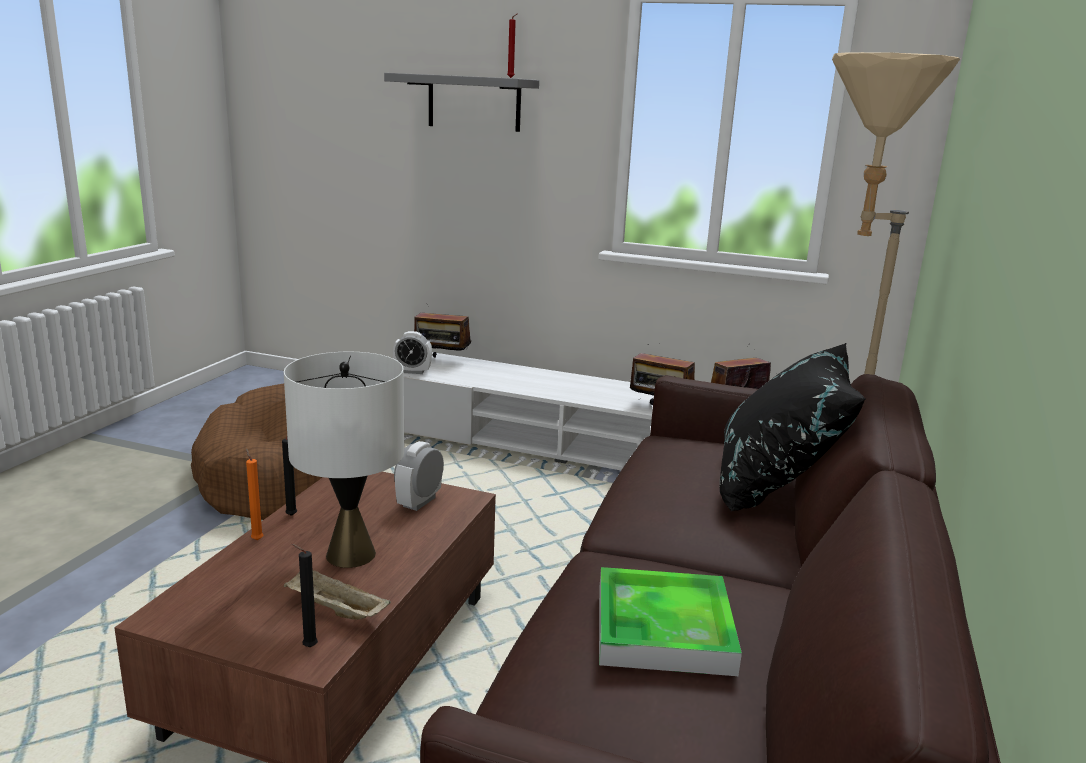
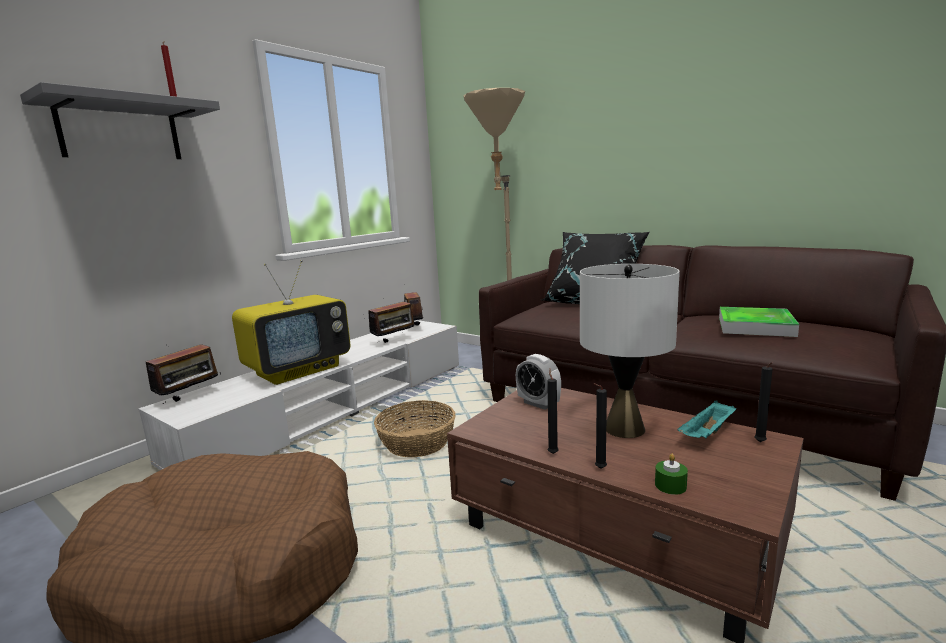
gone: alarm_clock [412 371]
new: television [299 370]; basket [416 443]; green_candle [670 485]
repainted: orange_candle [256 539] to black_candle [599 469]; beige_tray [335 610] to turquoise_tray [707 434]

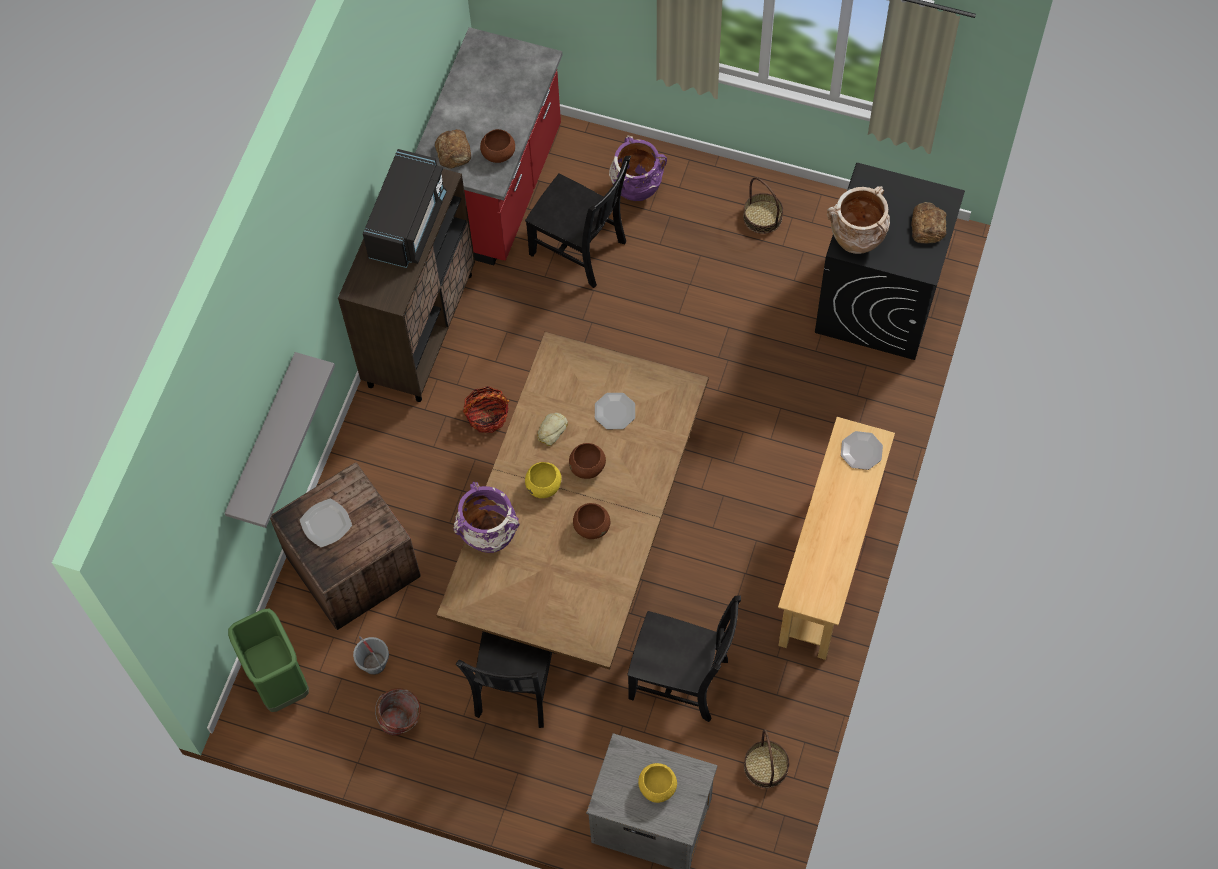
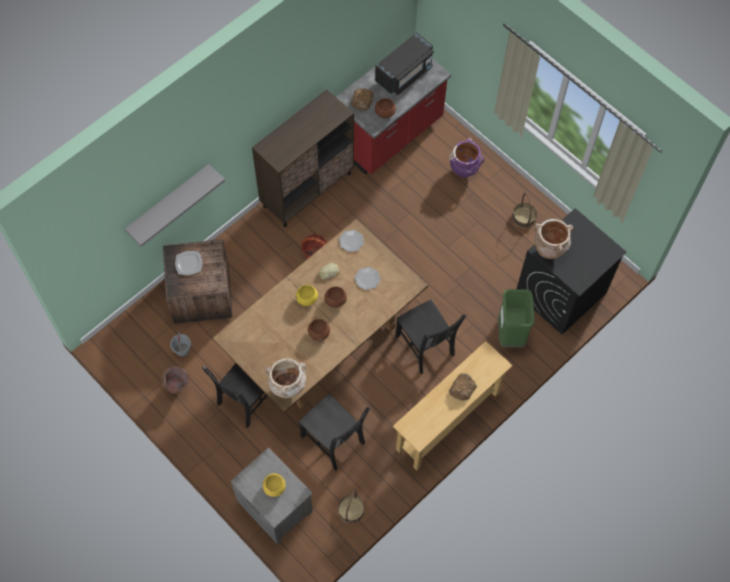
gone: purple_vase [488 537]
new: beige_vase [287 389]
shifted: green_trash_can [280 683] to [510 334]; black_microwave [408 223] to [404 74]; black_chair [580 249] to [425 347]; plate [861 451] to [351 241]; bread [927 226] to [462 388]

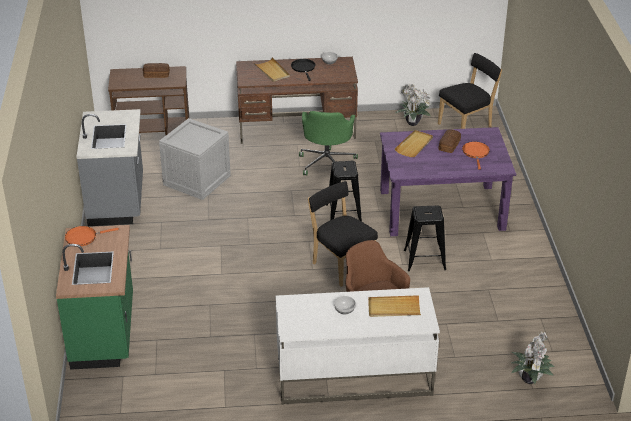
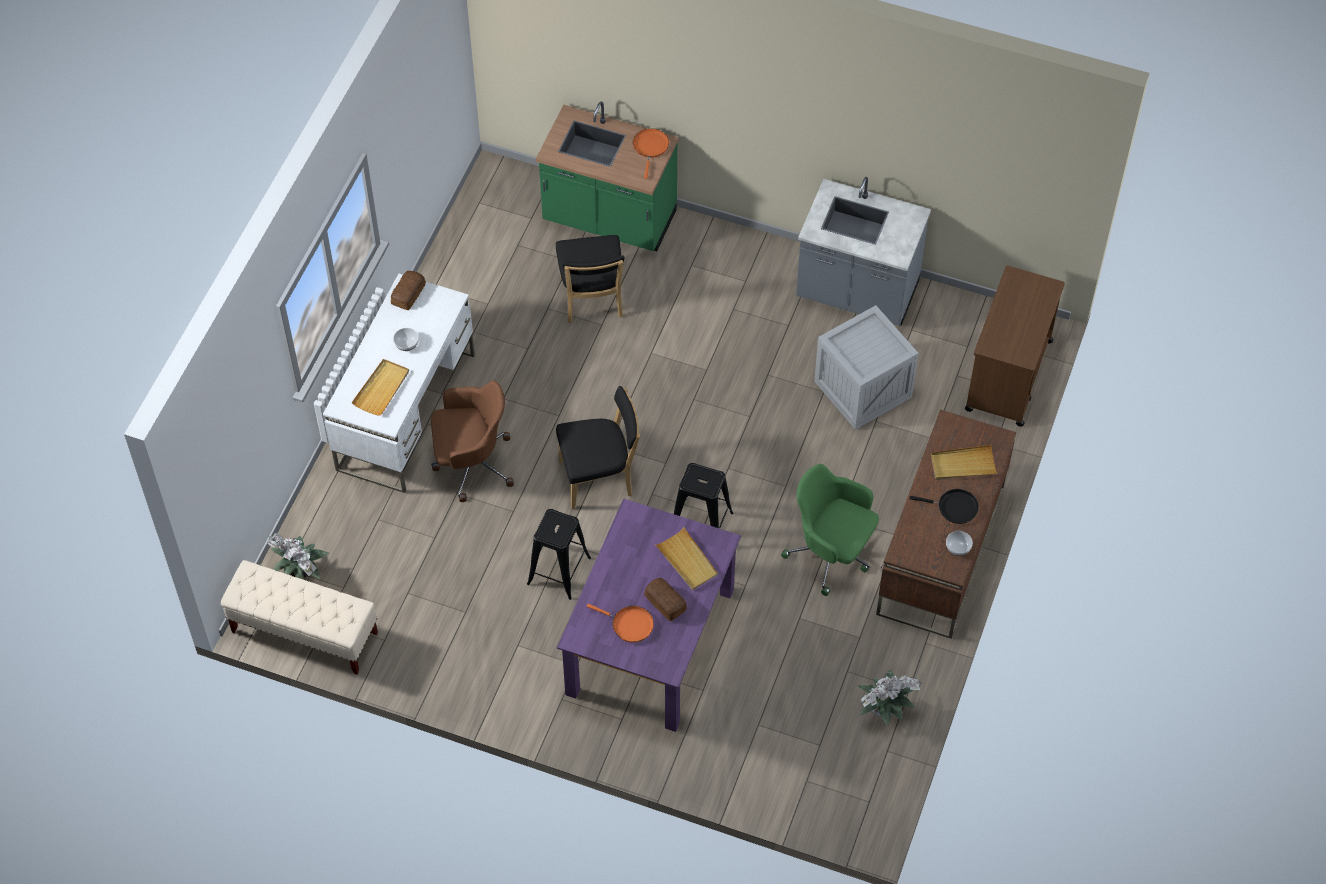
new: beige_bench [304 632]
shifted: bread [157 74] to [407 294]; black_chair [467 126] to [592 300]

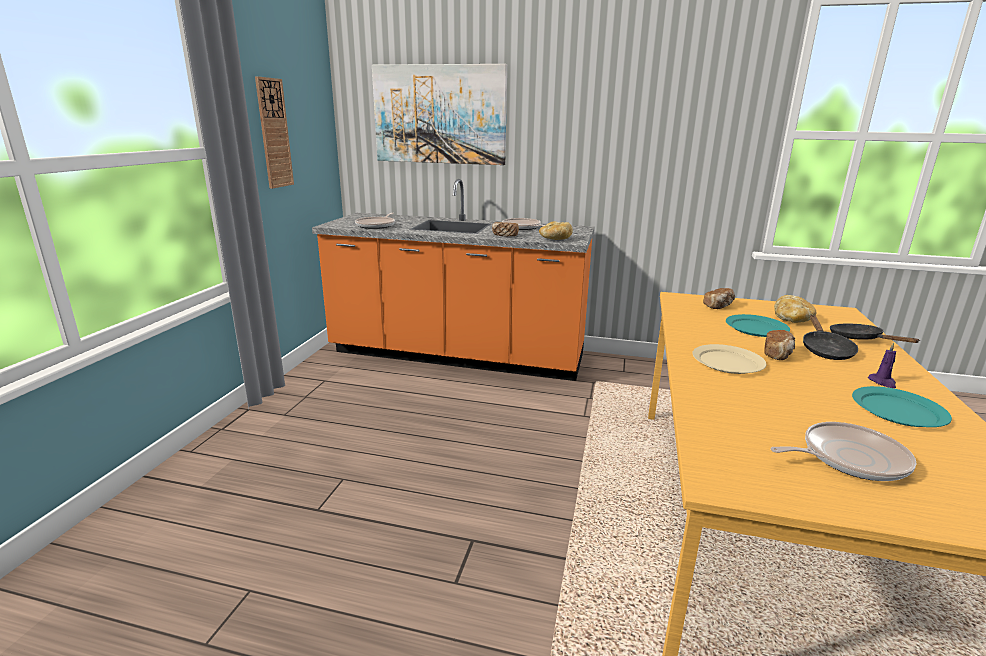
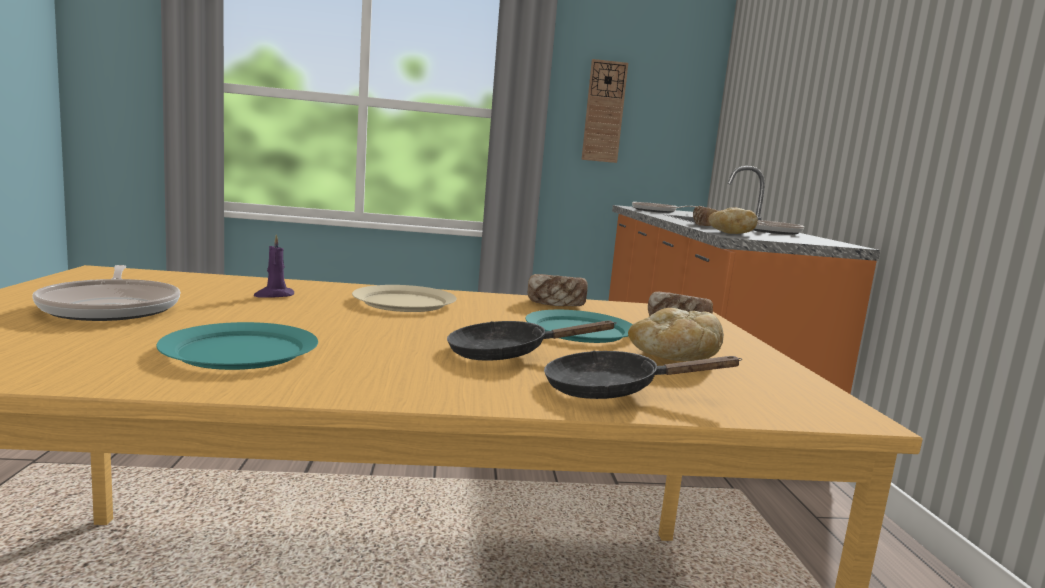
gone: picture [439 115]
shifted: bread [777 354] to [556 304]; purple_candle [882 382] to [273 295]
rotated: black_frying_pan [859 339] = [612 390] 135 degrees counterclockwise

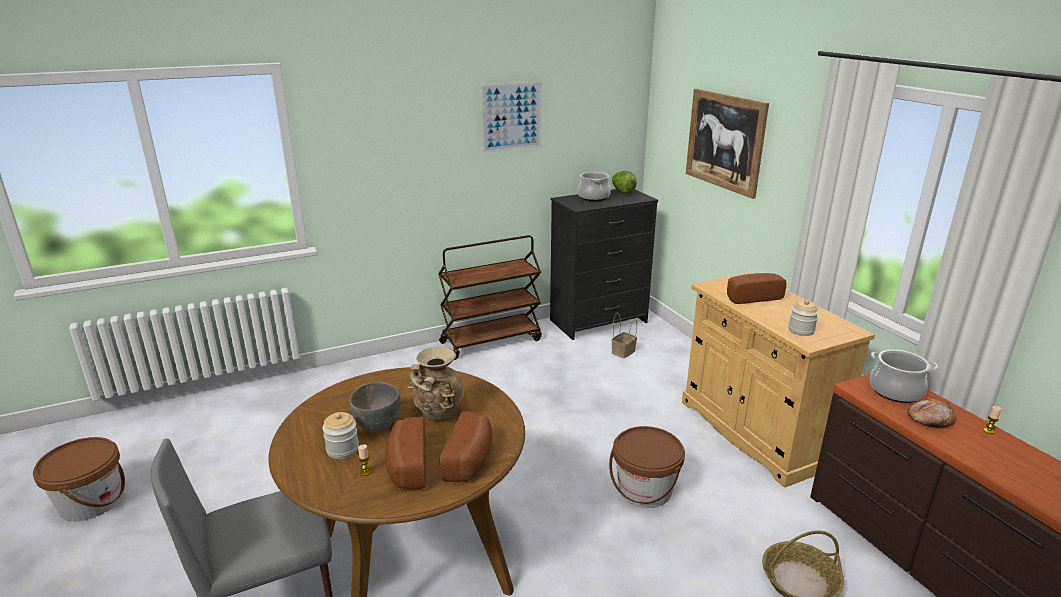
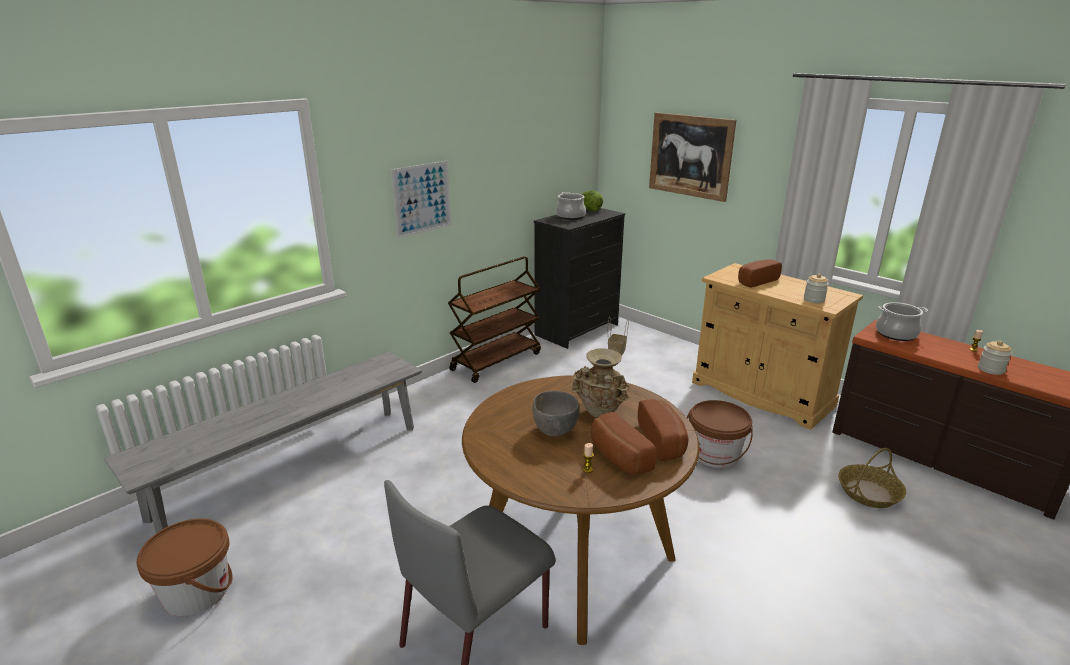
gone: bread [929 419]
new: grey_bench [293 470]
shifted: jar [342 449] to [991 369]; picture [511 116] to [422 198]

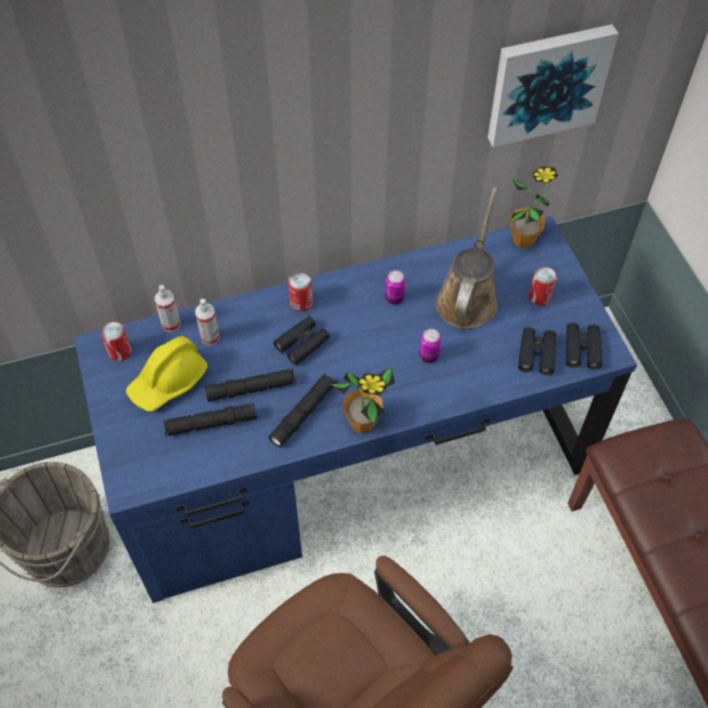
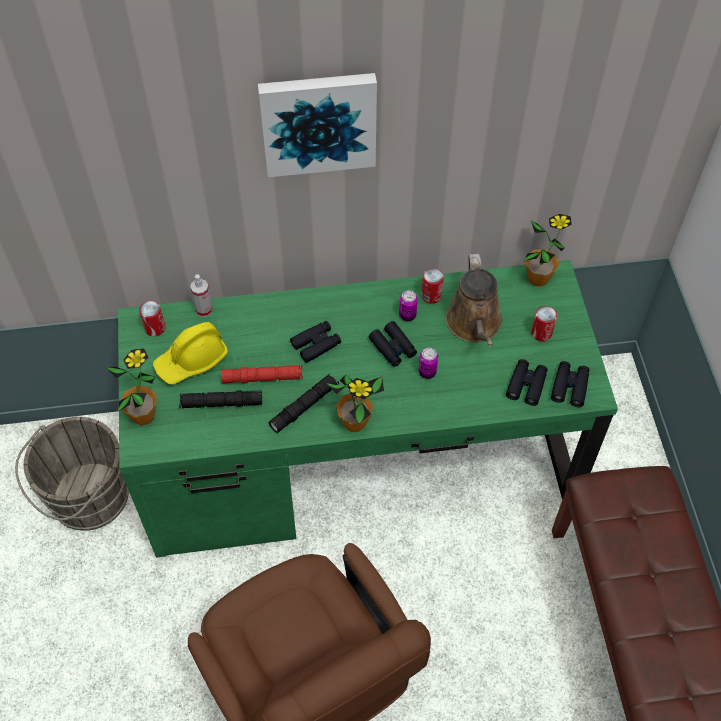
gone: spray_bottle [210 337]
new: potted_plant [143 416]; black_binoculars [393 348]
shifted: can [301 303] to [431 295]; picture [547 83] to [318 122]
repainted: blue_desk [352 460] to green_desk [359 459]; black_flashlight [251 389] to red_flashlight [262 378]
rotated: brown_watering_can [468 298] = [474 325] 150 degrees clockwise

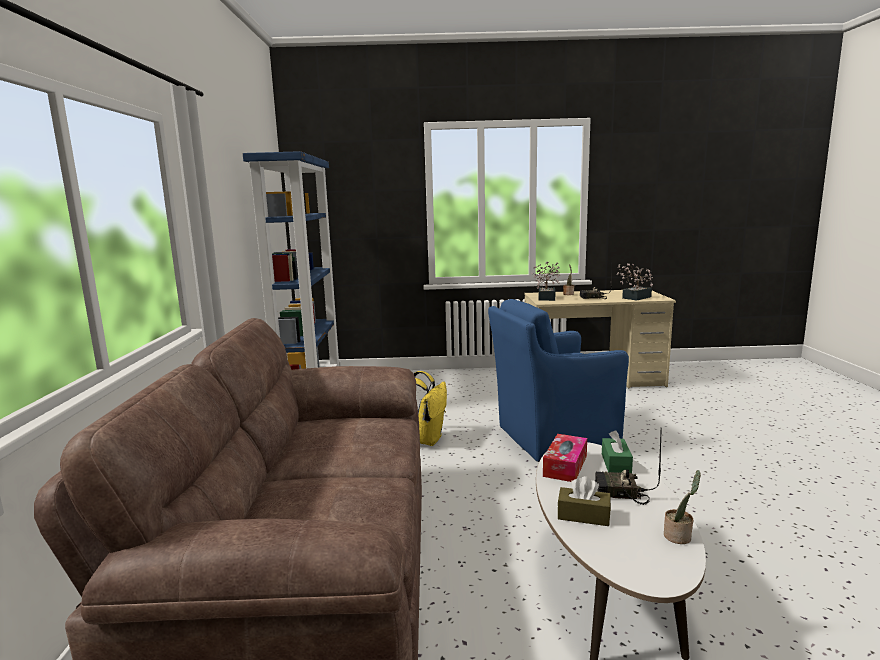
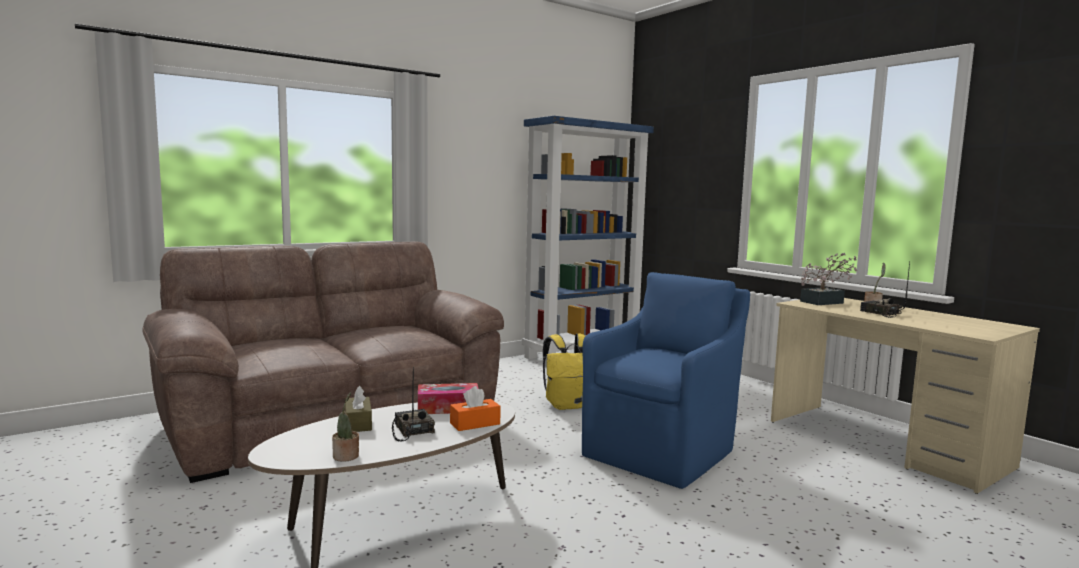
gone: potted_plant [634 298]
repainted: green_tissue_box [616 463] to orange_tissue_box [475 423]
rotated: blue_armchair [553 437] = [661 452] 90 degrees clockwise

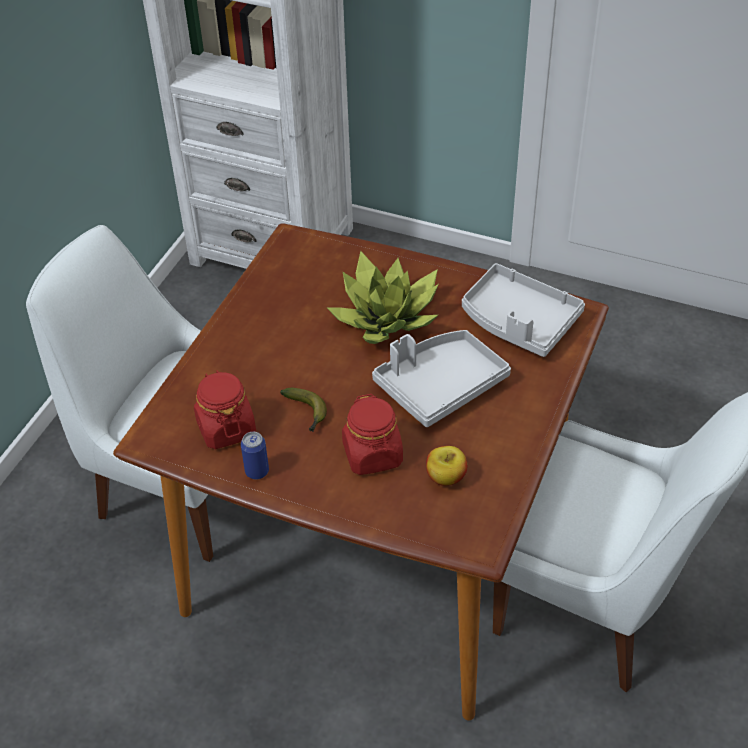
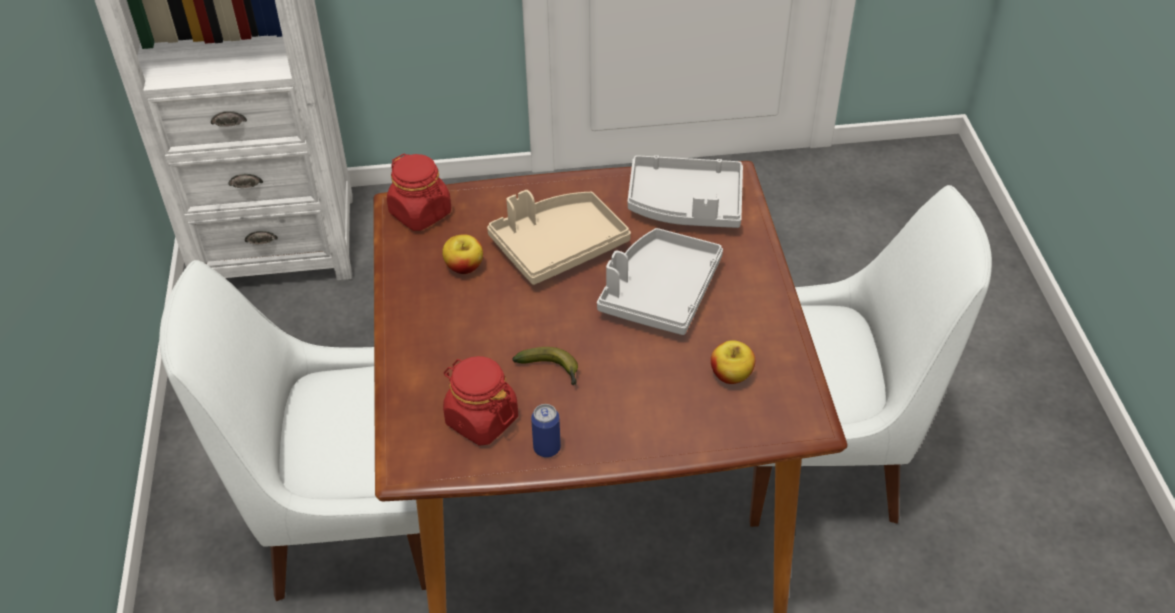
new: apple [464 267]
shifted: red_jar [373 455] to [421 213]
swapped: potted_plant [387 316] to beige_tray [558 246]

